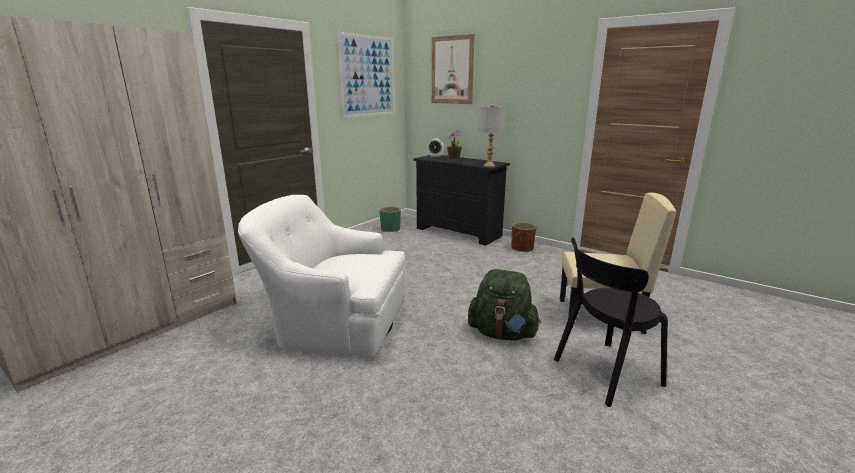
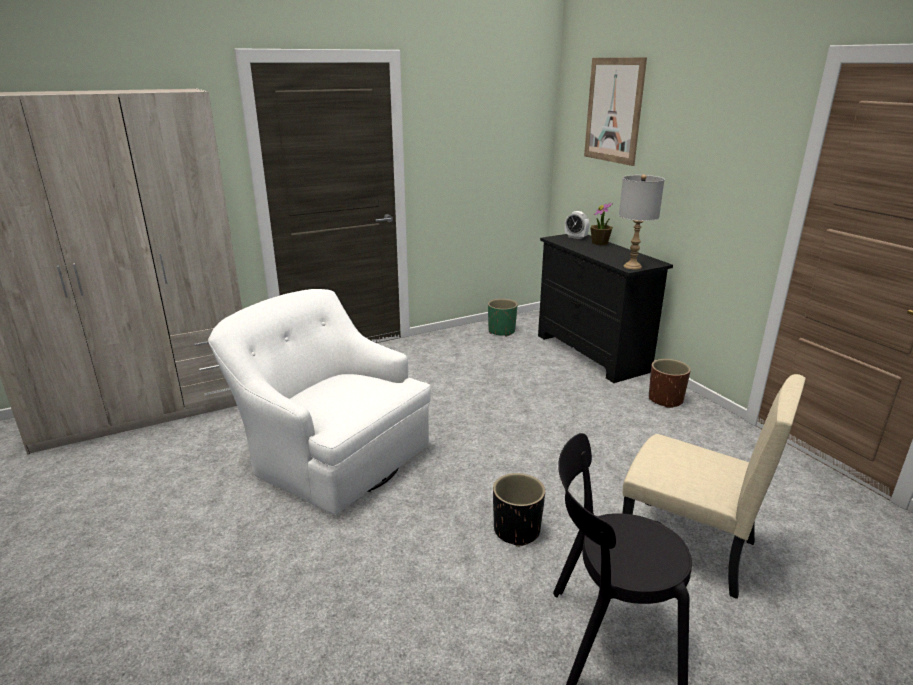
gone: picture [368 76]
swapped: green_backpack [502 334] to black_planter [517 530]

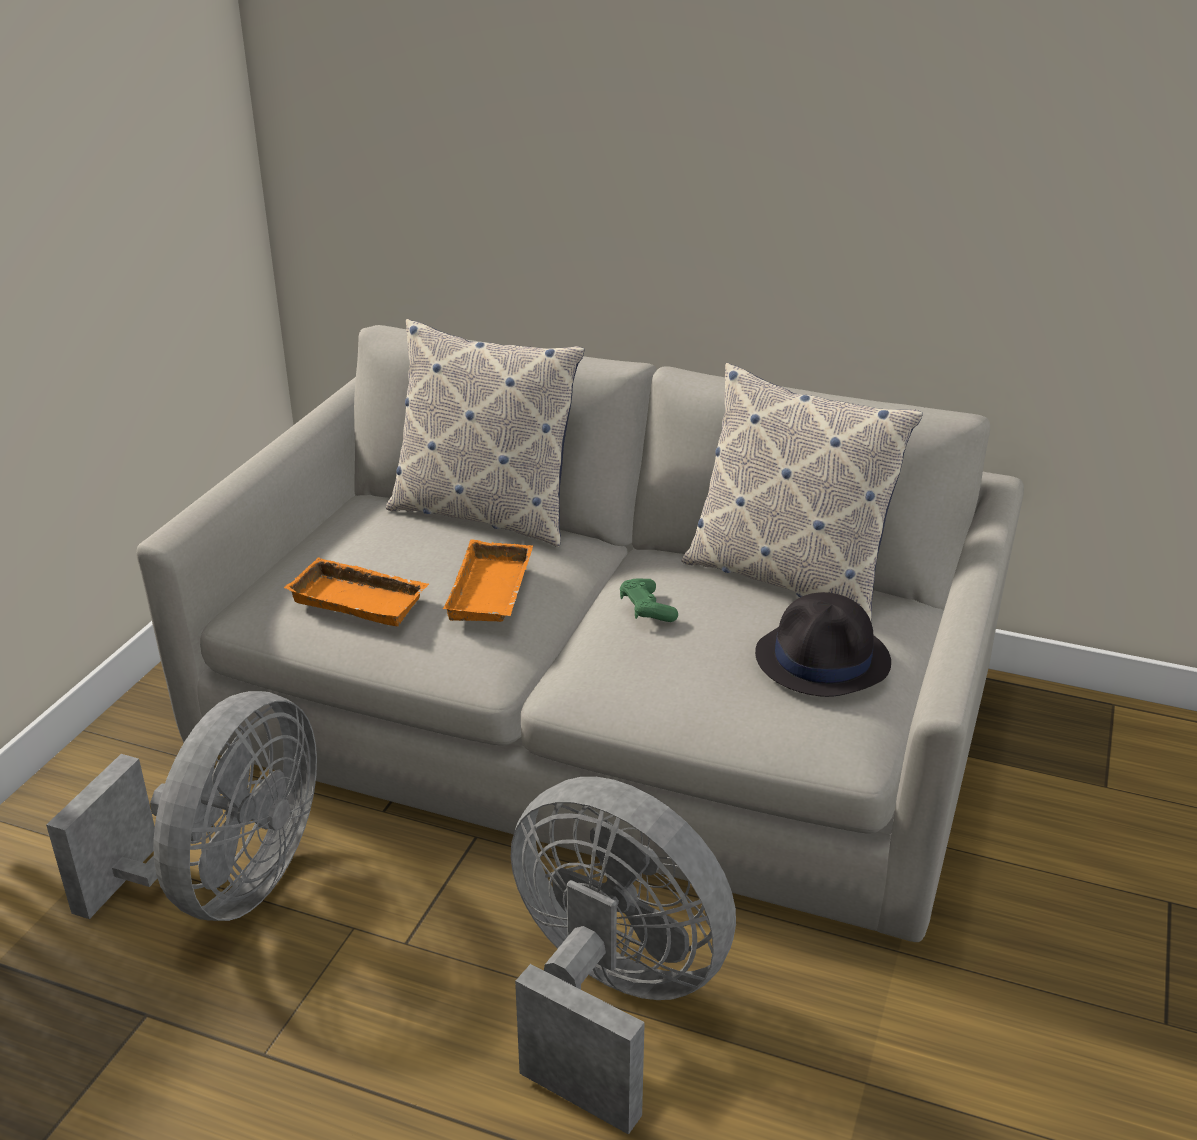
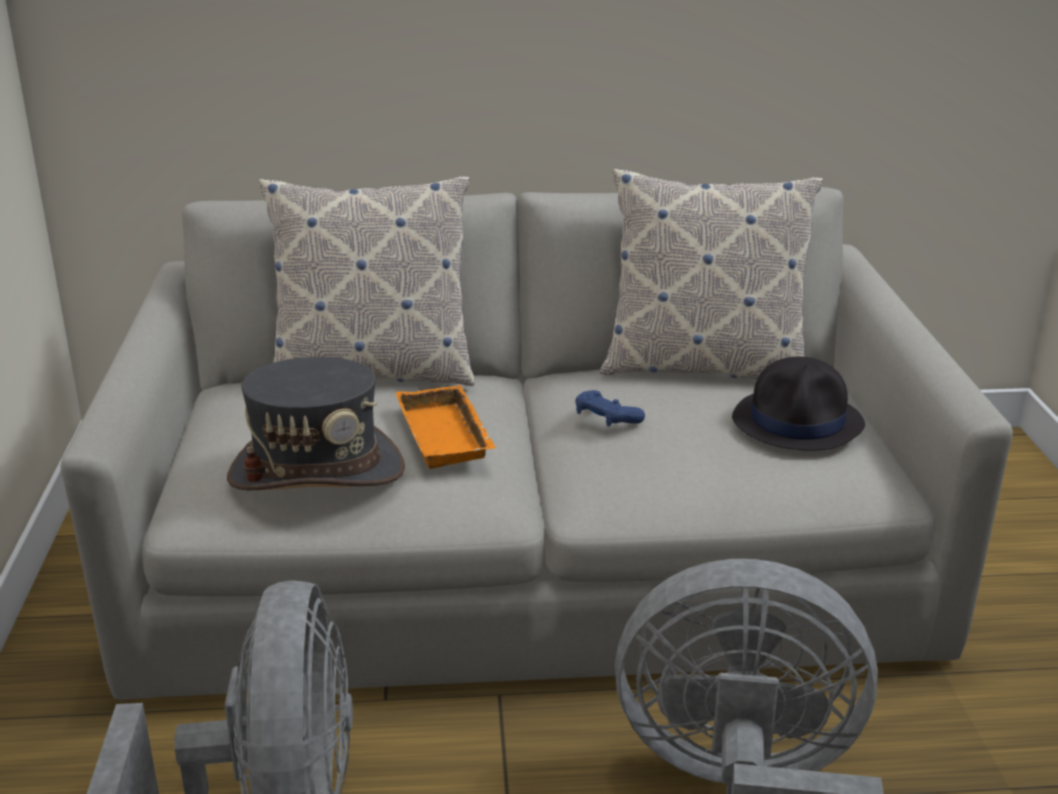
swapped: orange_tray [361 599] to grey_hat [317 472]
repainted: green_game_controller [646 609] to blue_game_controller [606 418]

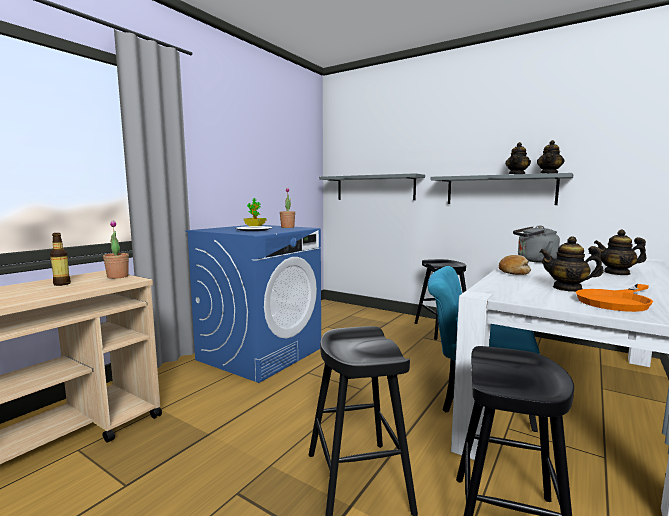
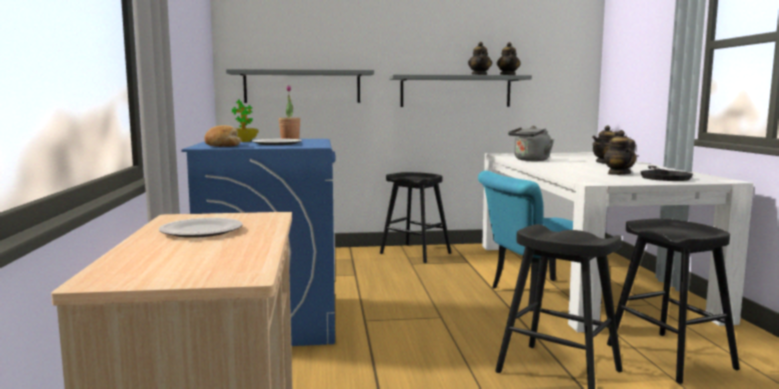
gone: potted_plant [117 276]
shifted: bread [514 271] to [223 145]
swapped: bottle [62 284] to plate [202 231]
repainted: orange_frying_pan [617 301] to black_frying_pan [663 176]
rotated: teapot [567 288] = [618 174] 105 degrees clockwise

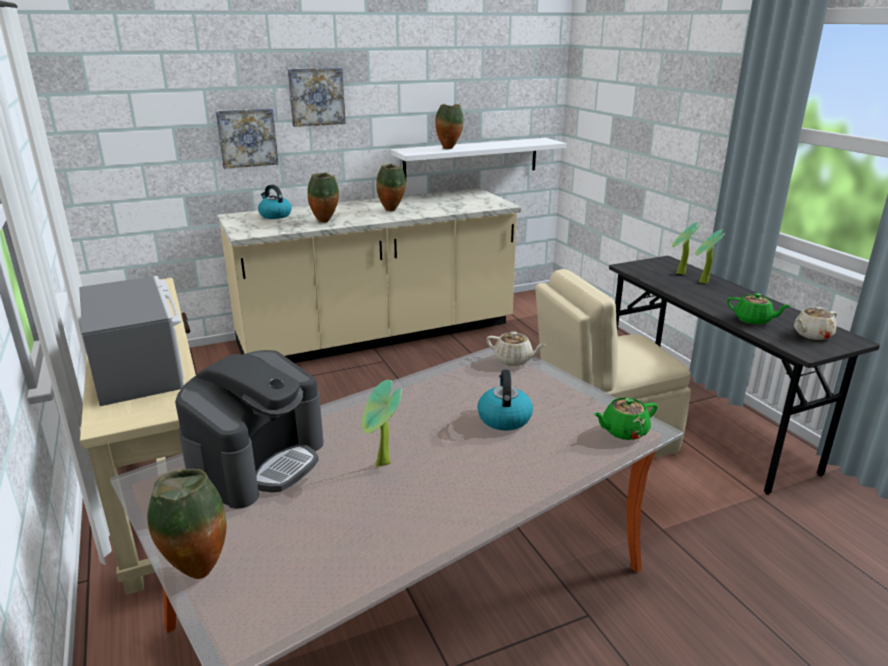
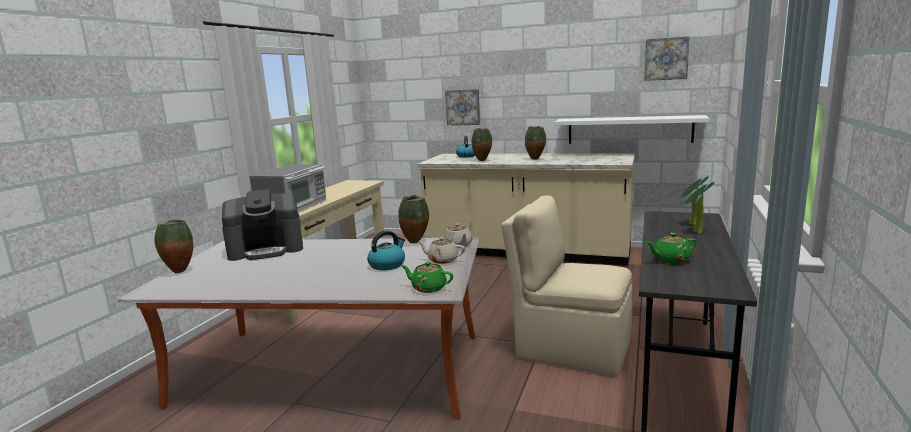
gone: potted_plant [382 465]
shifted: picture [316 96] to [666 59]; vase [449 148] to [416 242]; beige_teapot [812 335] to [442 260]
rotated: green_teapot [753 320] = [670 259] 90 degrees clockwise

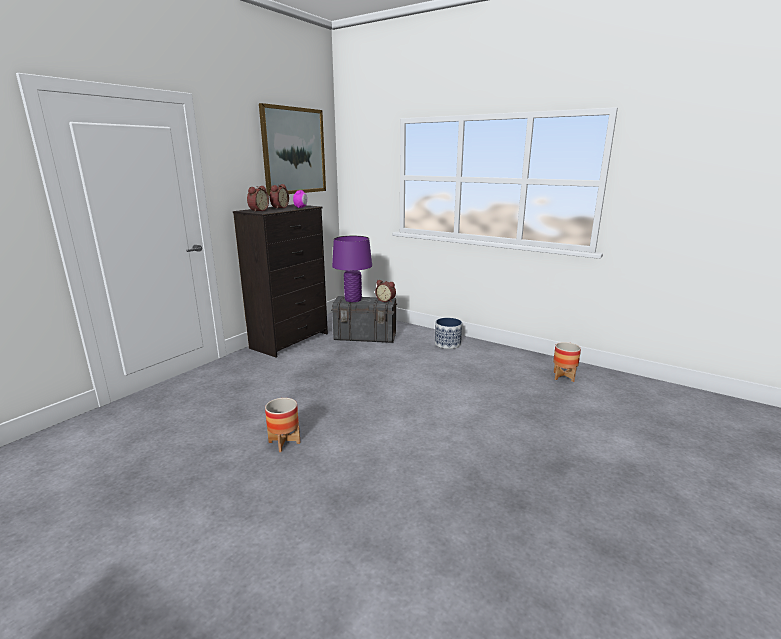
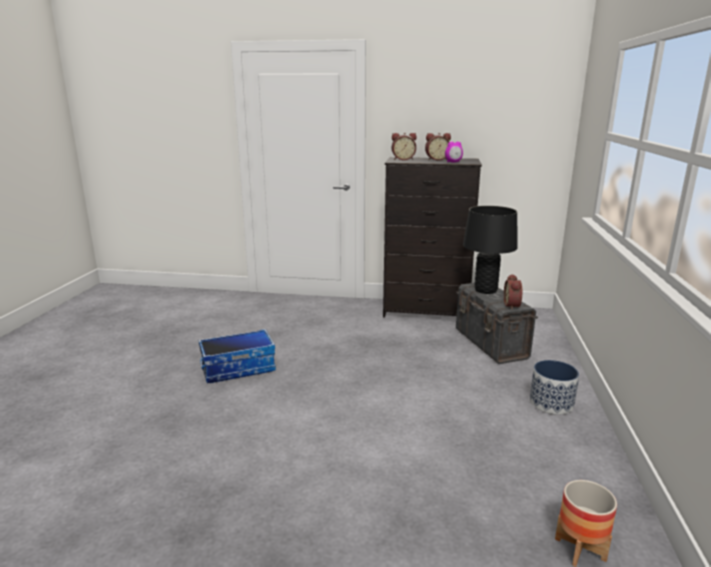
gone: picture [294 151]
swapped: planter [284 442] to storage_box [238 368]
repainted: purple_table_lamp [353 300] to black_table_lamp [485 290]

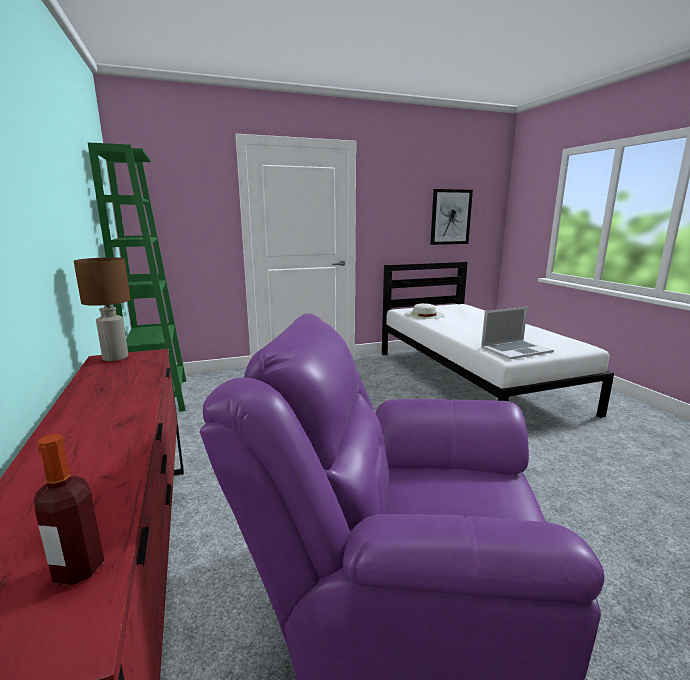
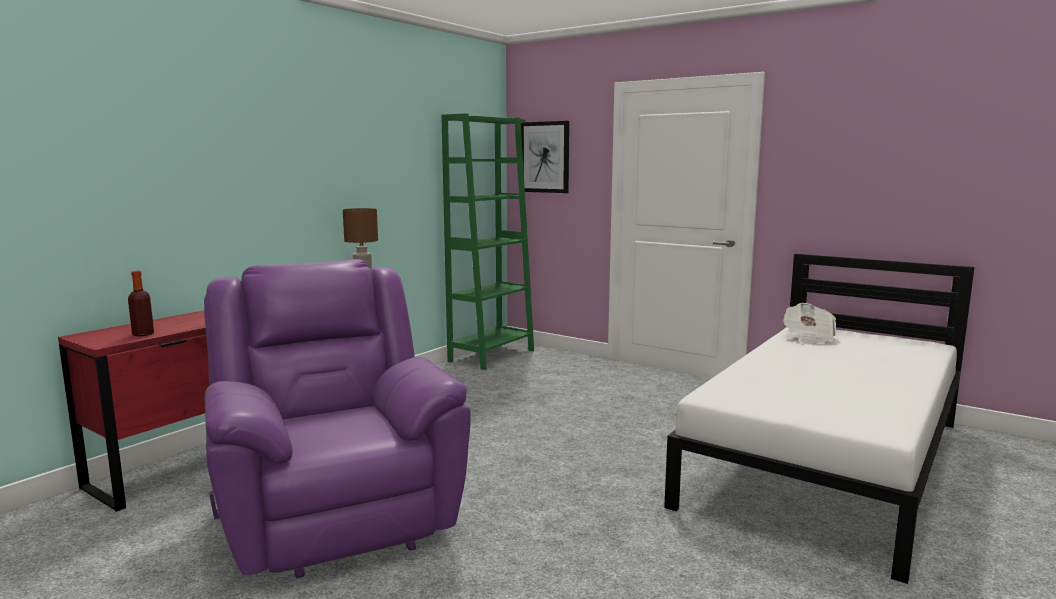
gone: laptop [516 349]
shifted: picture [450 217] to [545 157]
swapped: white_hat [424 314] to newspaper [808 338]

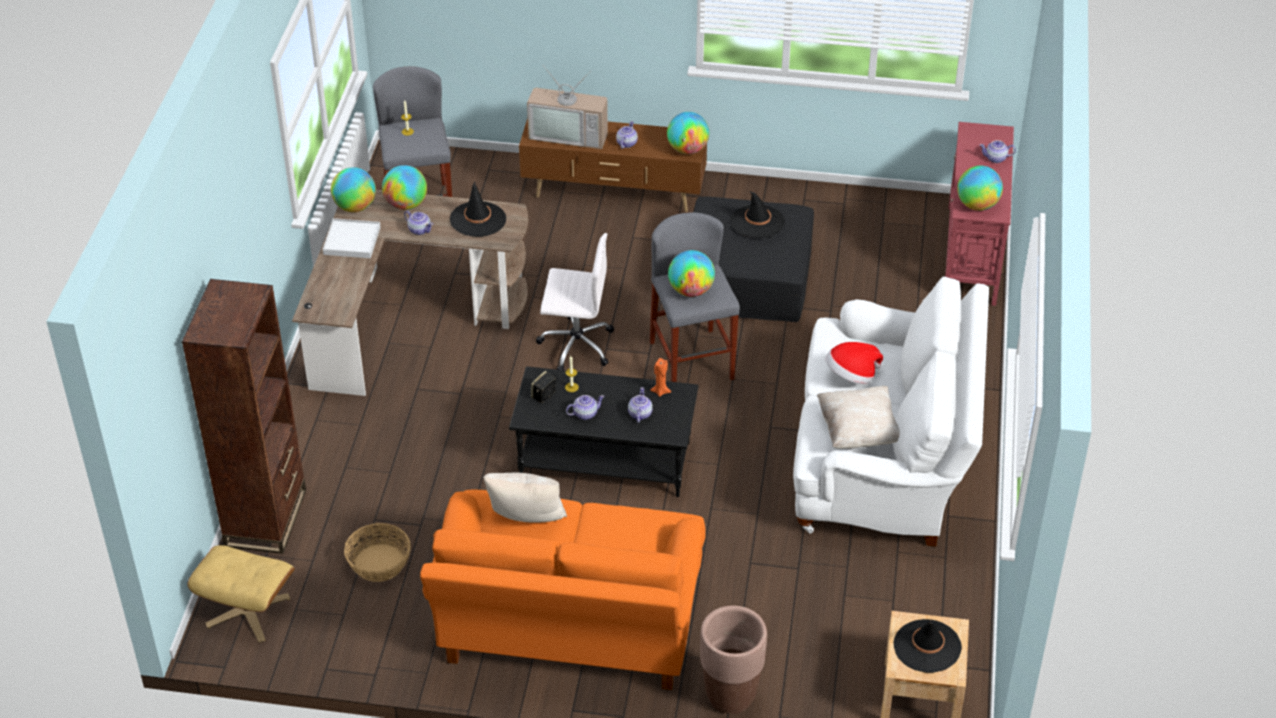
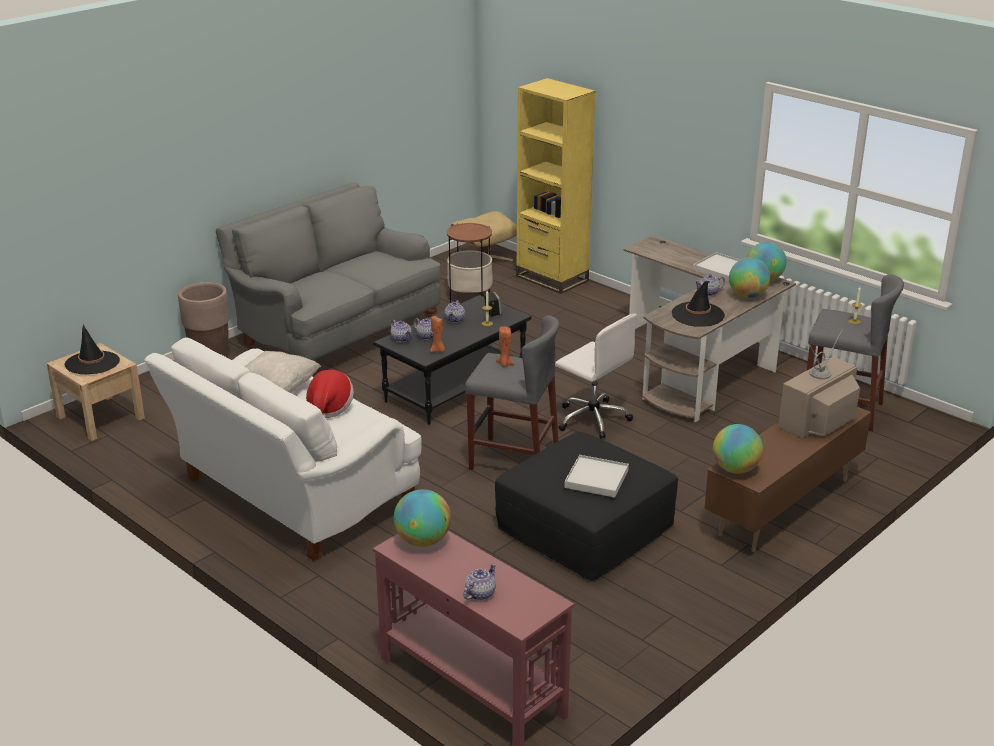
gone: beige_pillow [526 521]
shifted: teapot [626 143] to [401 339]
swapped: basket [379 563] to side_table [469 297]; globe [691 291] to orange_candle [504 364]; black_hat [757 222] to white_tray [596 479]
repainted: brown_bookcase [266 518] to yellow_bookcase [552 278]; orange_sofa [568 628] to grey_sofa [337 332]
rotated: white_office_chair [575 345] = [592 418] 90 degrees counterclockwise

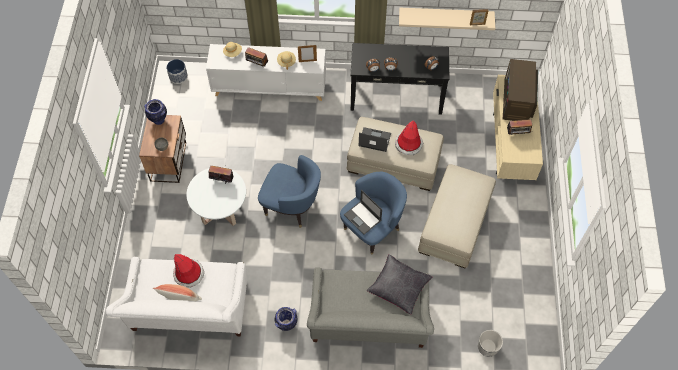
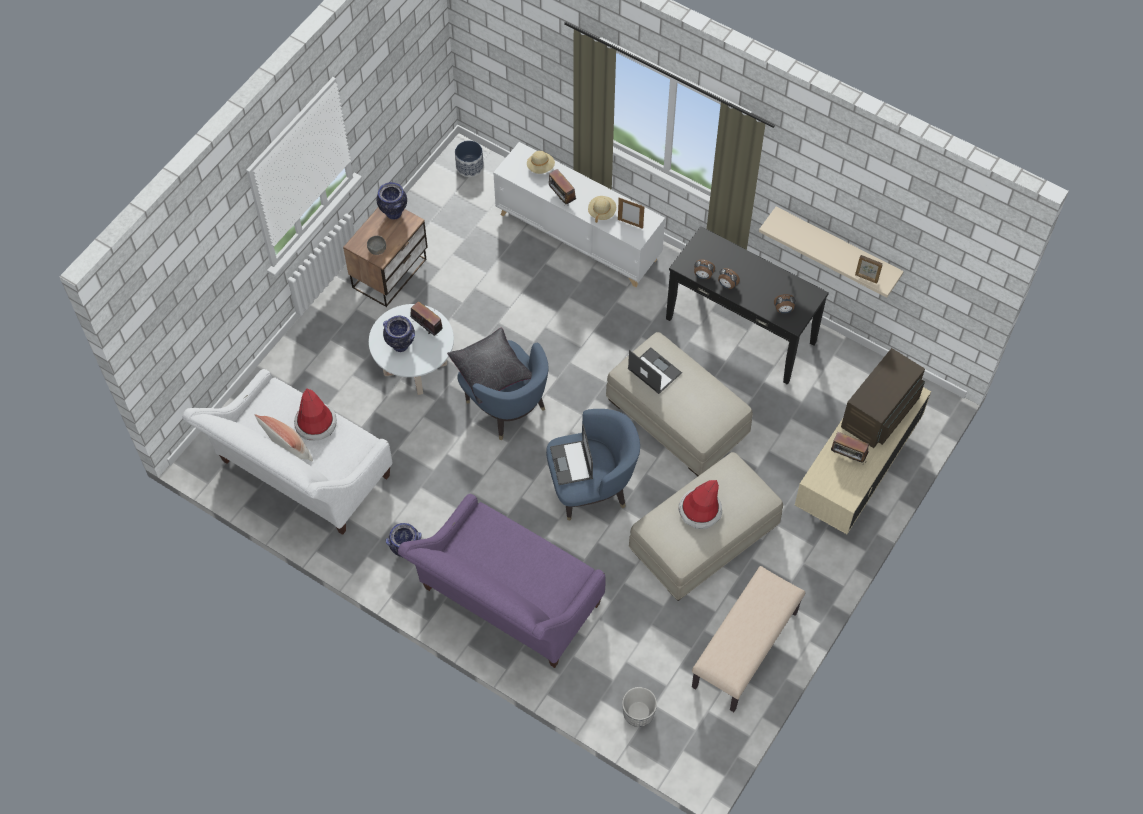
new: vase [401 345]; beige_bench [745 650]
shifted: black_pillow [399 287] to [490 371]; hat [408 144] to [700 510]
repainted: grey_sofa [368 324] to purple_sofa [506 603]

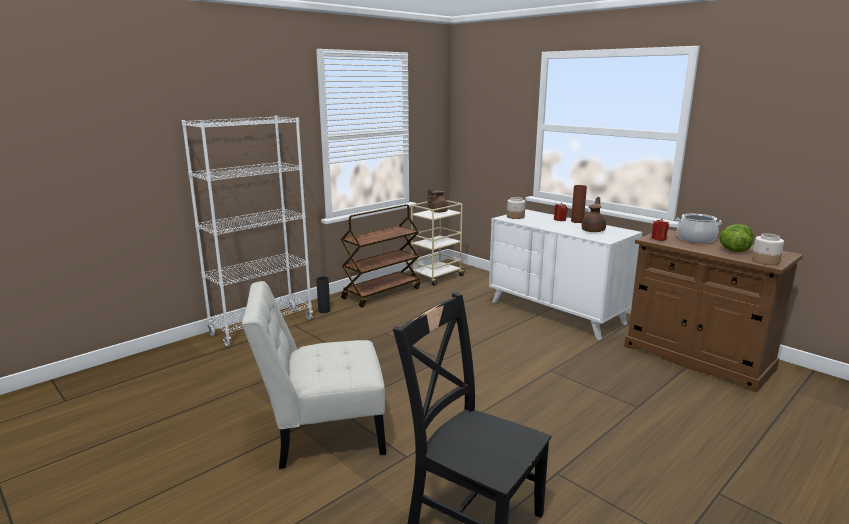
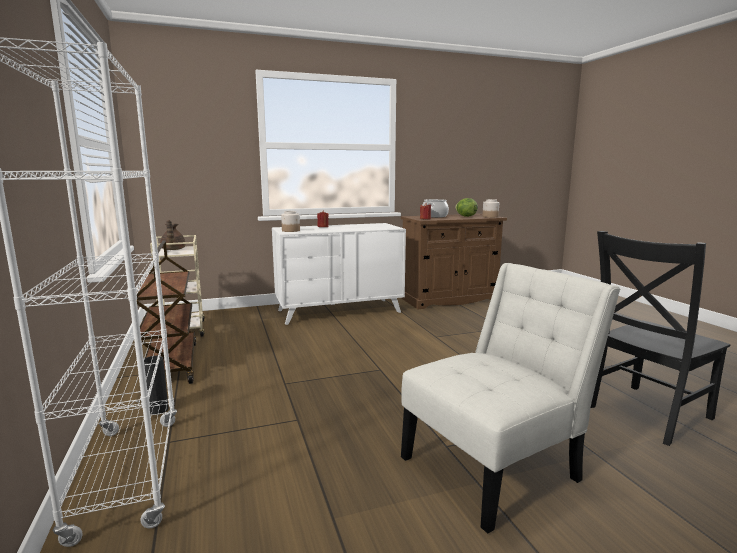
gone: brown_vase [577 221]; brown_teapot [593 231]
rotated: white_chair [322 433] = [496 465] 135 degrees counterclockwise

